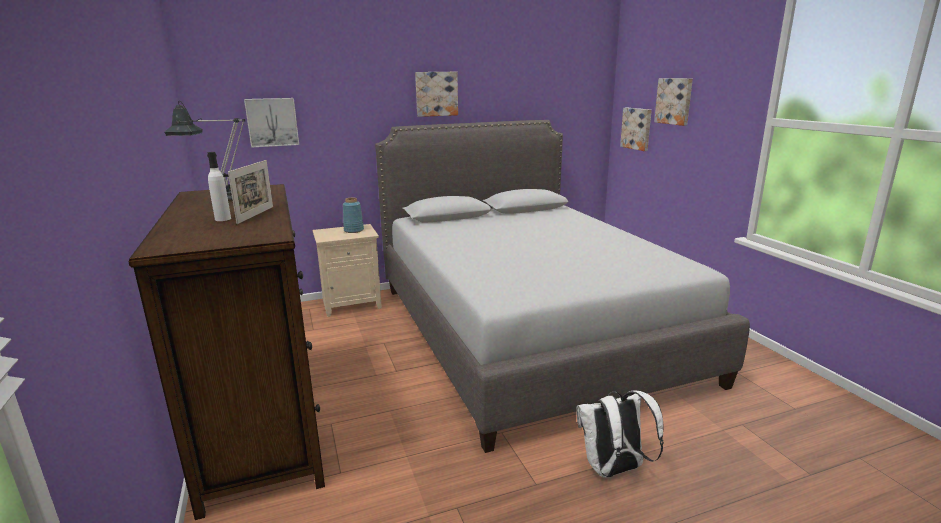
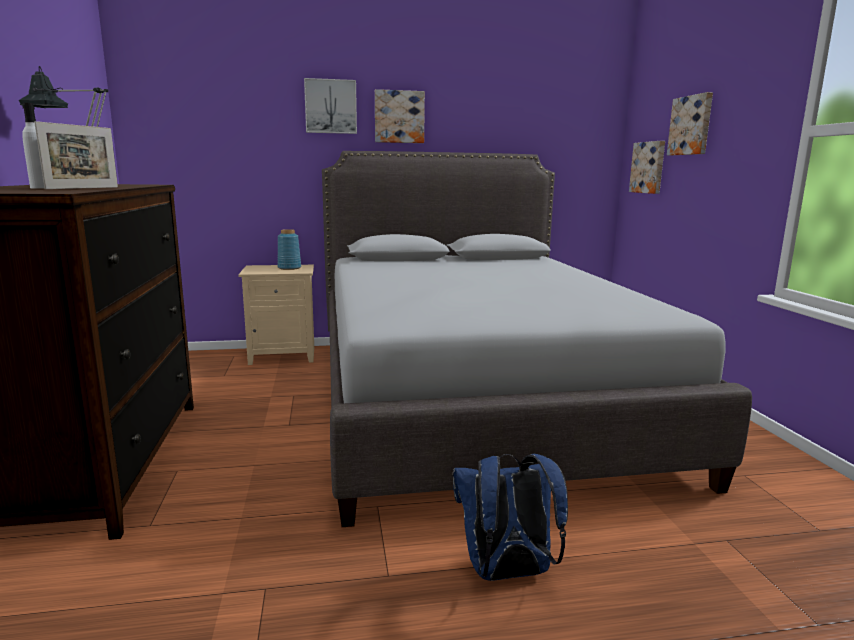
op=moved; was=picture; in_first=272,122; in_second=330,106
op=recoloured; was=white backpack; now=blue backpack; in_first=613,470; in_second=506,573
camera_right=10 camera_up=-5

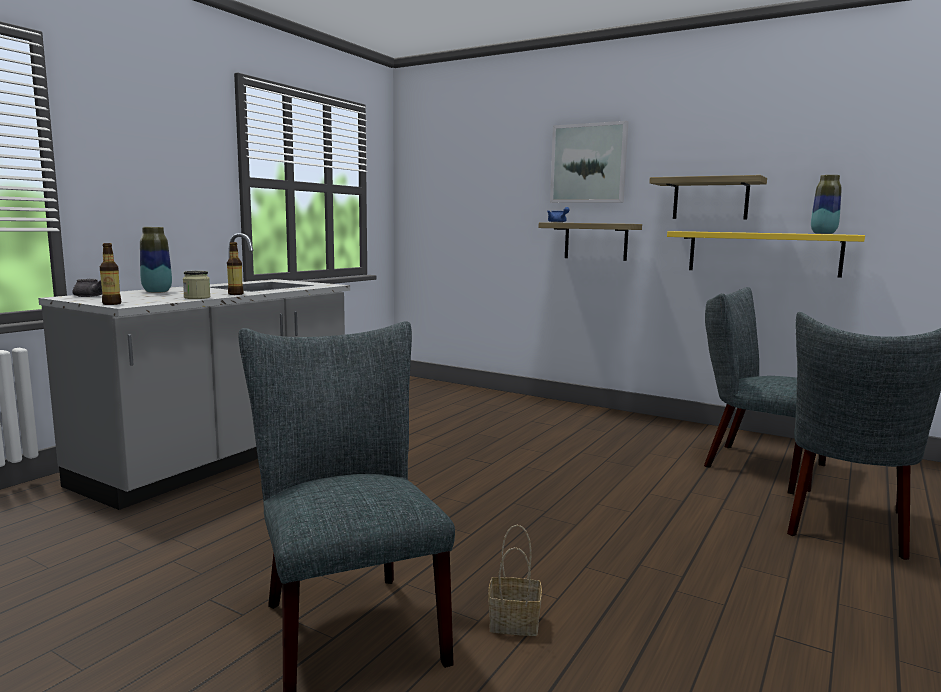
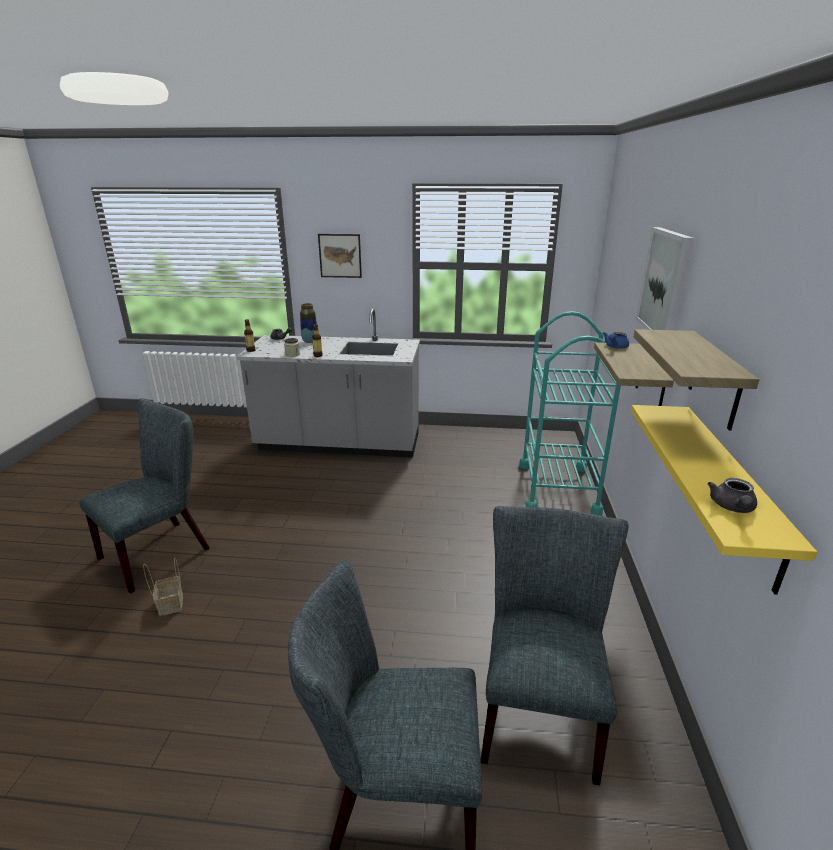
op=replaced; was=vase; now=grey teapot; in_first=823,233; in_second=732,508
op=added; now=picture; in_second=340,255
op=added; now=turquoise cart; in_second=557,488
camera_right=65 camera_up=15

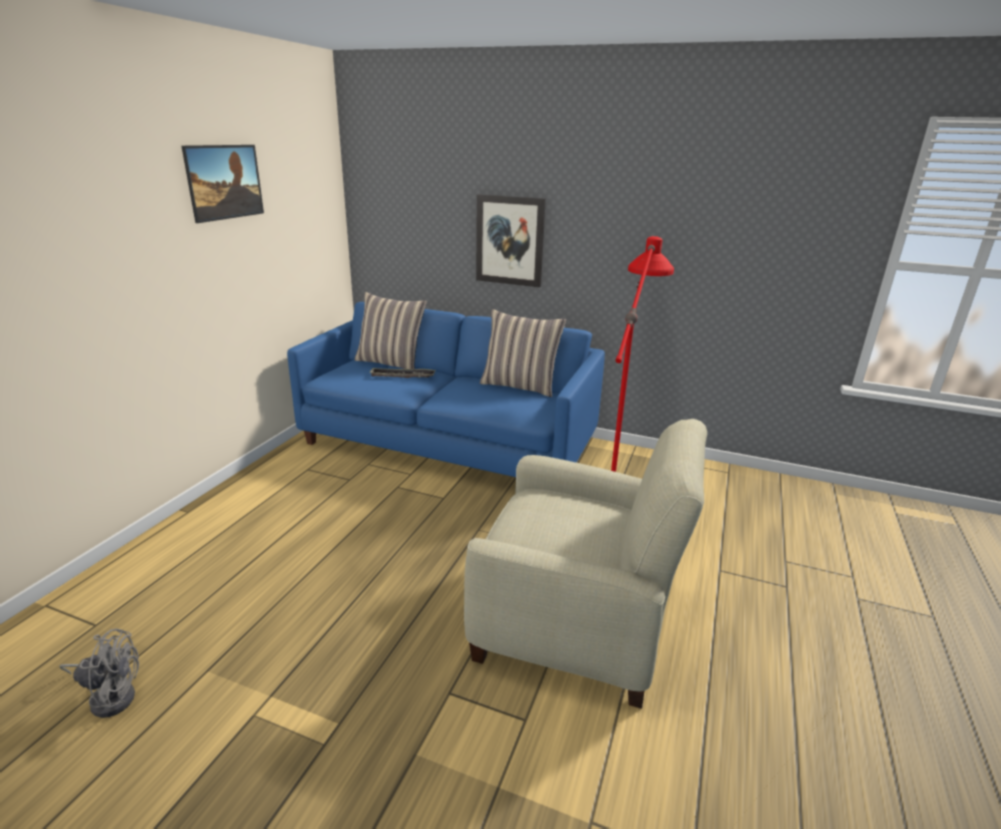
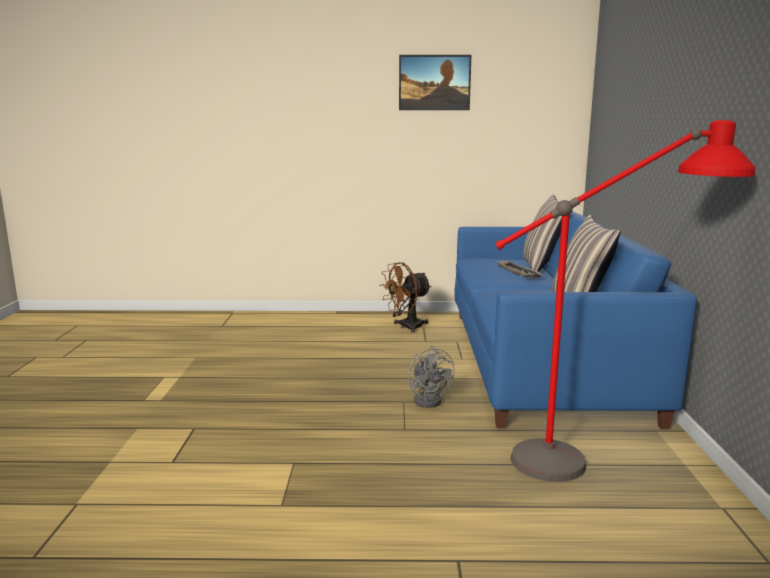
op=moved; was=grey fan; in_first=110,696; in_second=429,399
op=removed; was=beige armchair; in_first=575,622
op=removed; was=picture; in_first=510,240
op=added; now=brown fan; in_second=406,327
camera_right=70 camera_up=-10

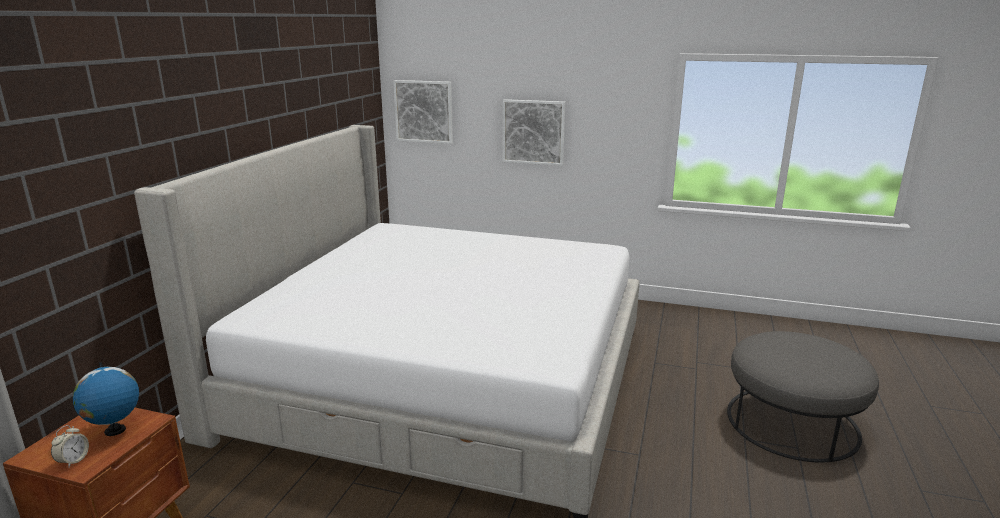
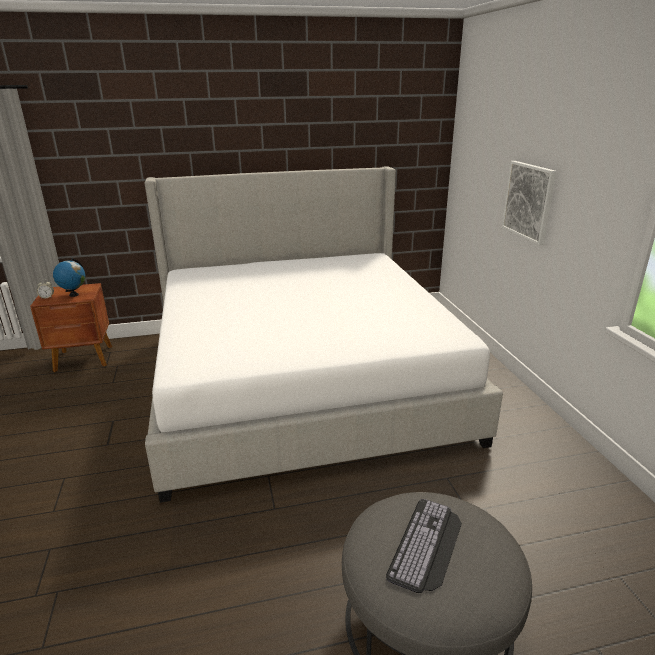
op=removed; was=picture; in_first=424,111
op=added; now=keyboard; in_second=428,545
camera_right=60 camera_up=5

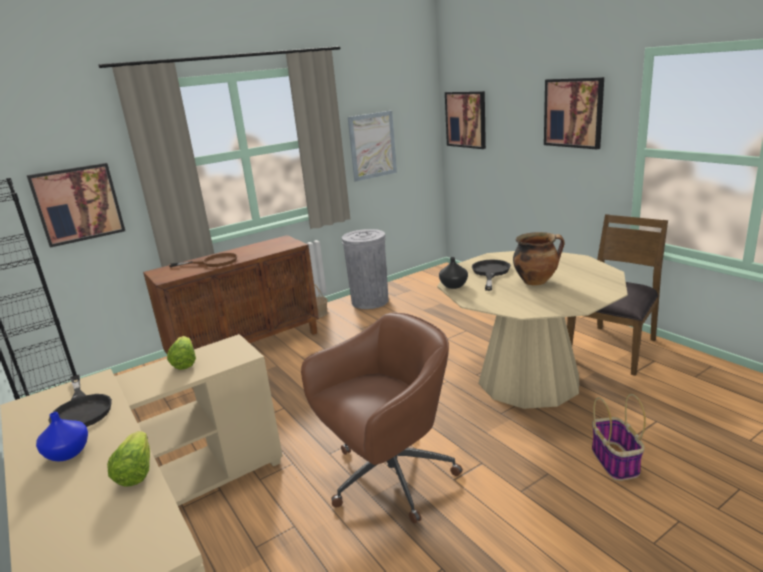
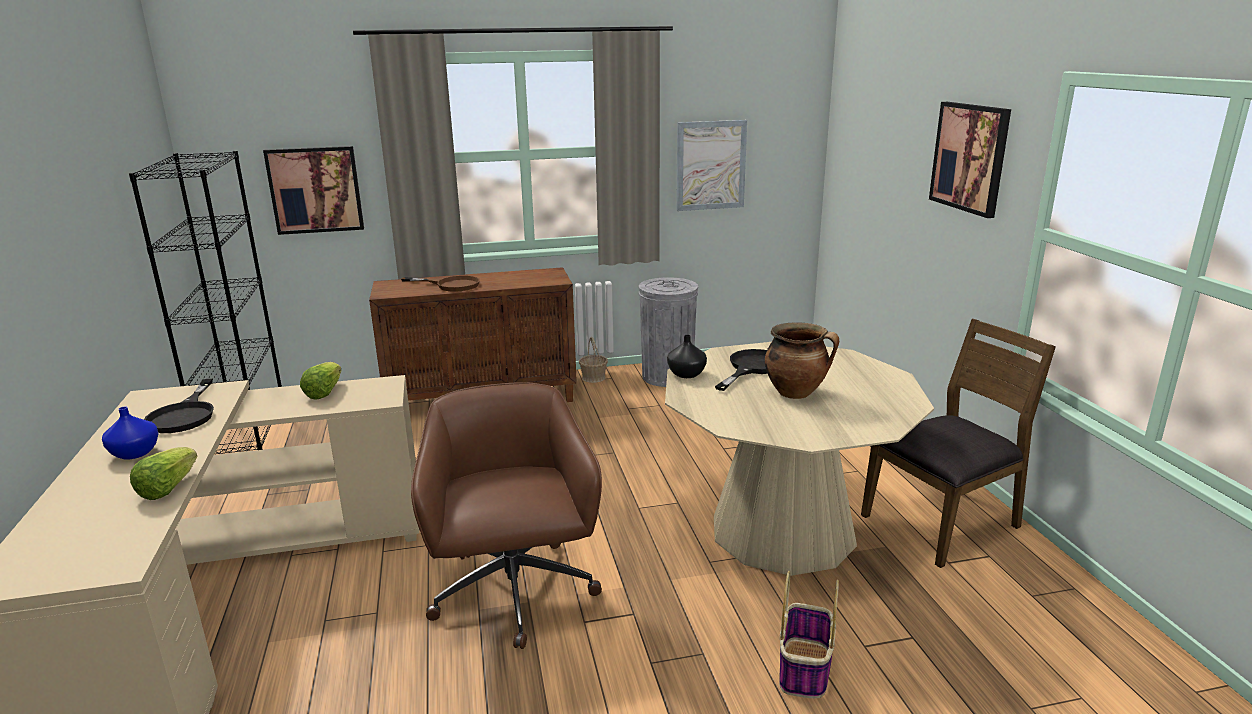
op=turned; was=brown office chair; in_first=388,477; in_second=514,594; clockwise=-90
op=removed; was=picture; in_first=466,119
camera_right=20 camera_up=0

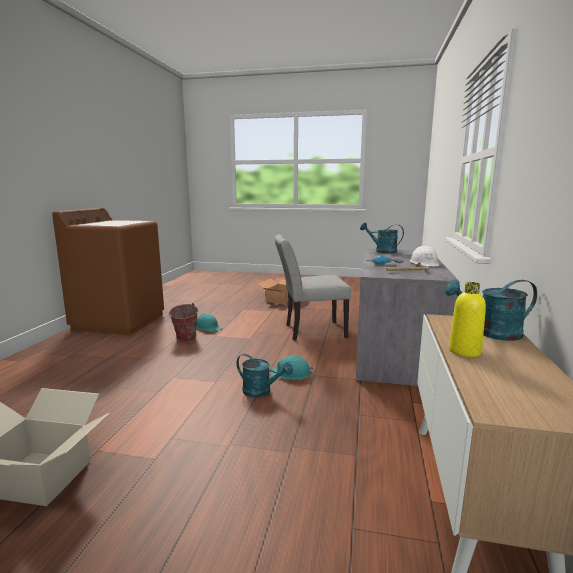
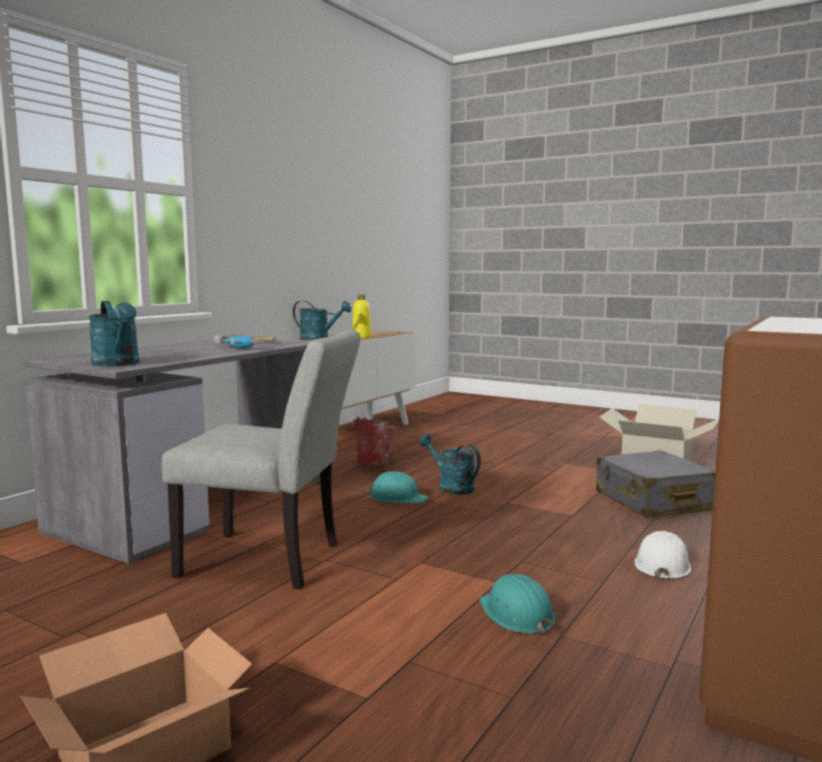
op=moved; was=bucket; in_first=184,338; in_second=376,465
op=moved; was=white hard hat; in_first=424,263; in_second=662,565
op=added; now=grey suitcase; in_second=654,501
camera_right=-160 camera_up=-5

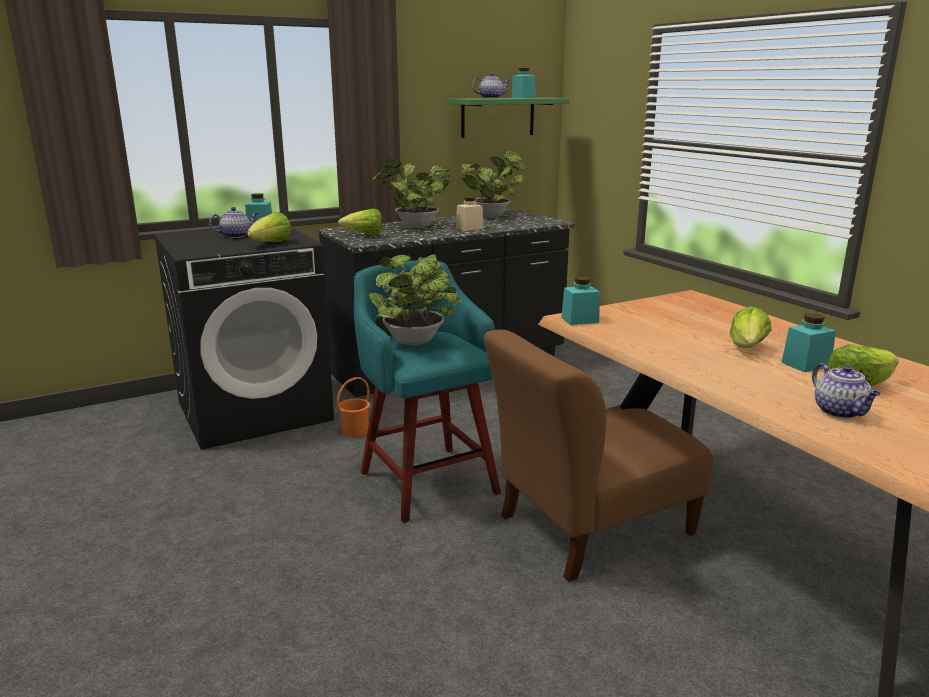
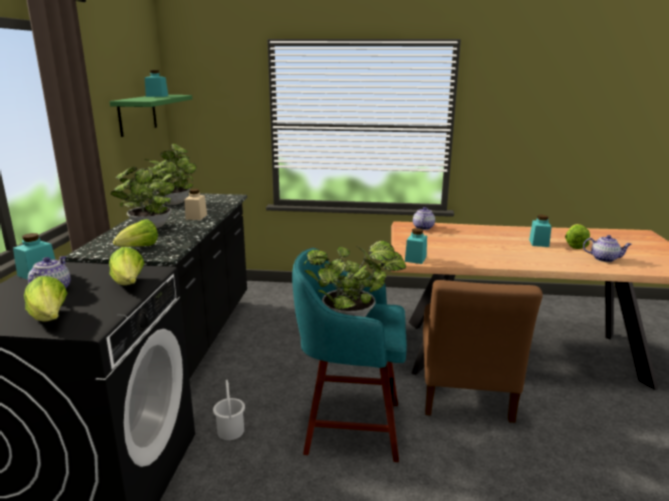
op=recoloured; was=orange bucket; now=white bucket; in_first=354,431; in_second=230,431
op=moved; was=teapot; in_first=491,98; in_second=423,227
op=moved; was=lettuce; in_first=747,349; in_second=50,319
camera_right=-55 camera_up=0

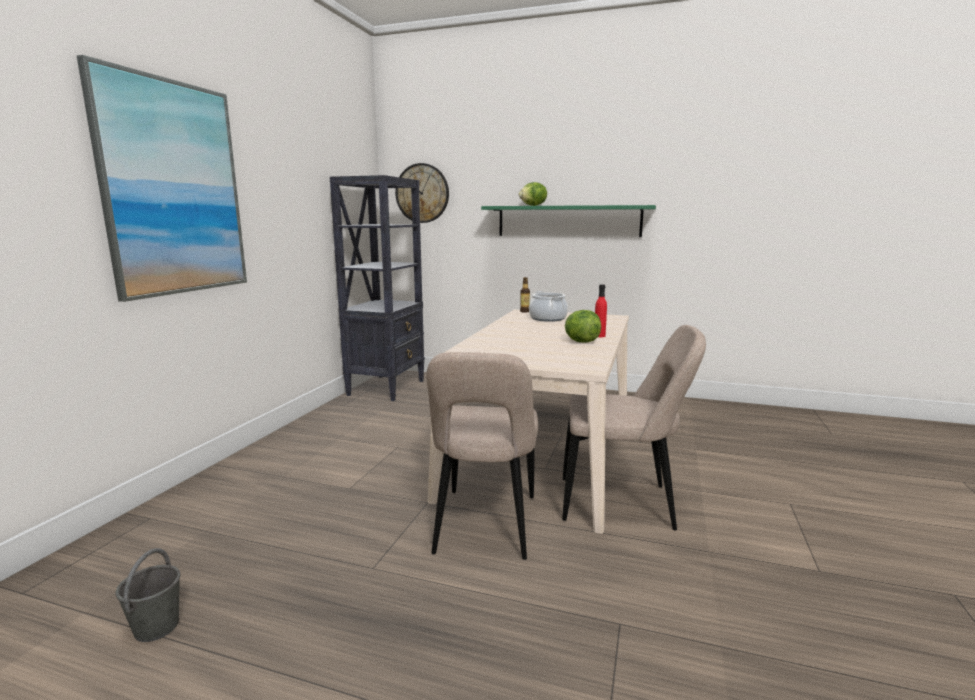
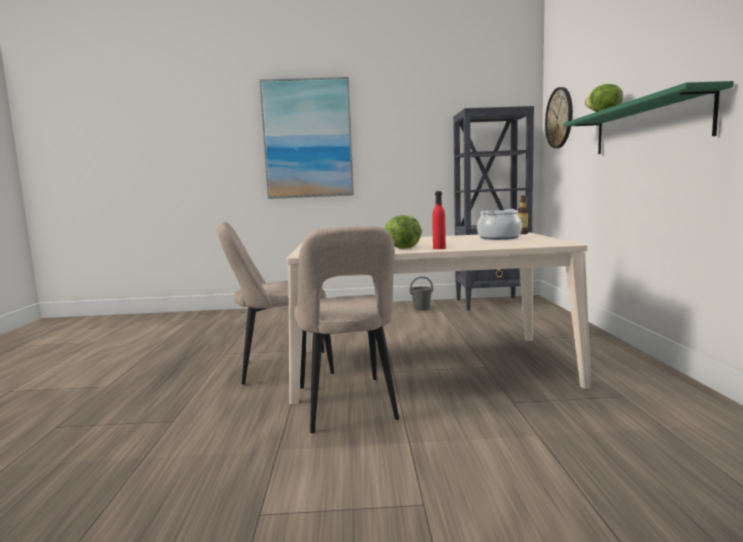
op=moved; was=grey bucket; in_first=157,626; in_second=422,308
camera_right=70 camera_up=-5

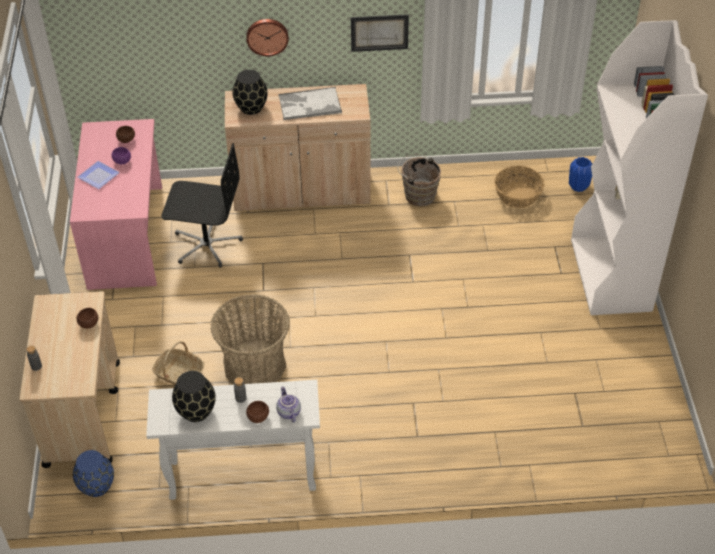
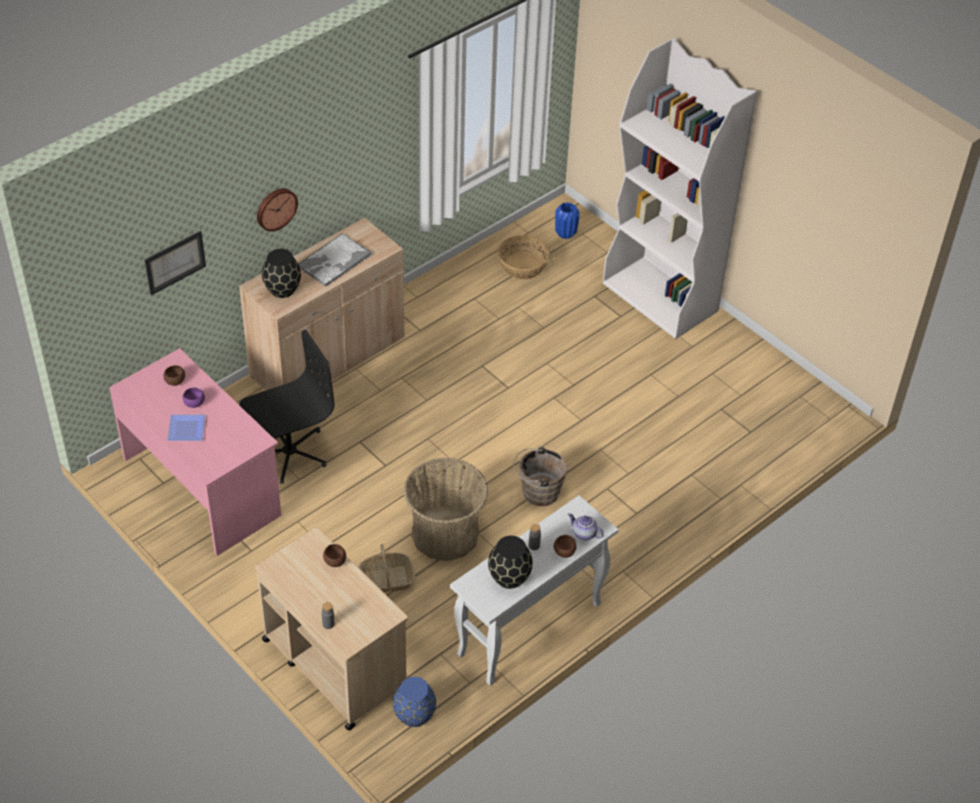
op=moved; was=picture; in_first=379,32; in_second=175,262
op=moved; was=brown bucket; in_first=418,194; in_second=537,492
camera_right=-40 camera_up=0

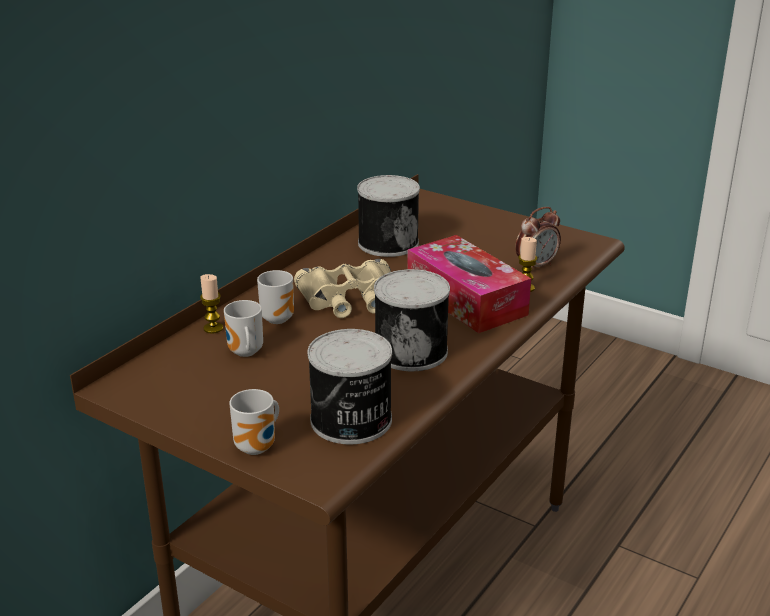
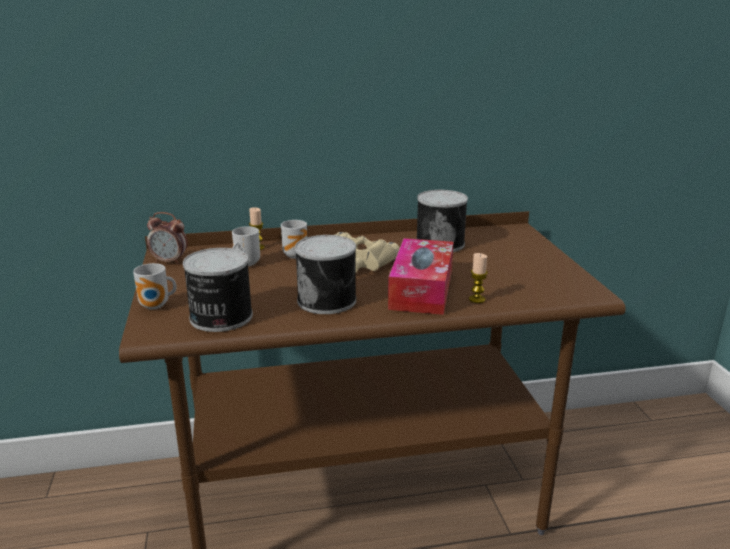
op=moved; was=alarm clock; in_first=536,266; in_second=170,261
camera_right=45 camera_up=-5

